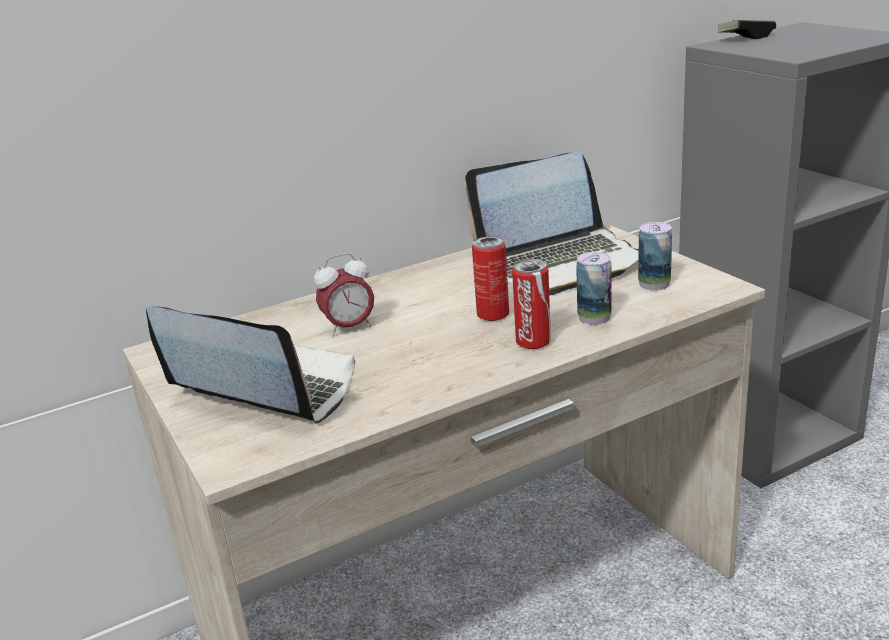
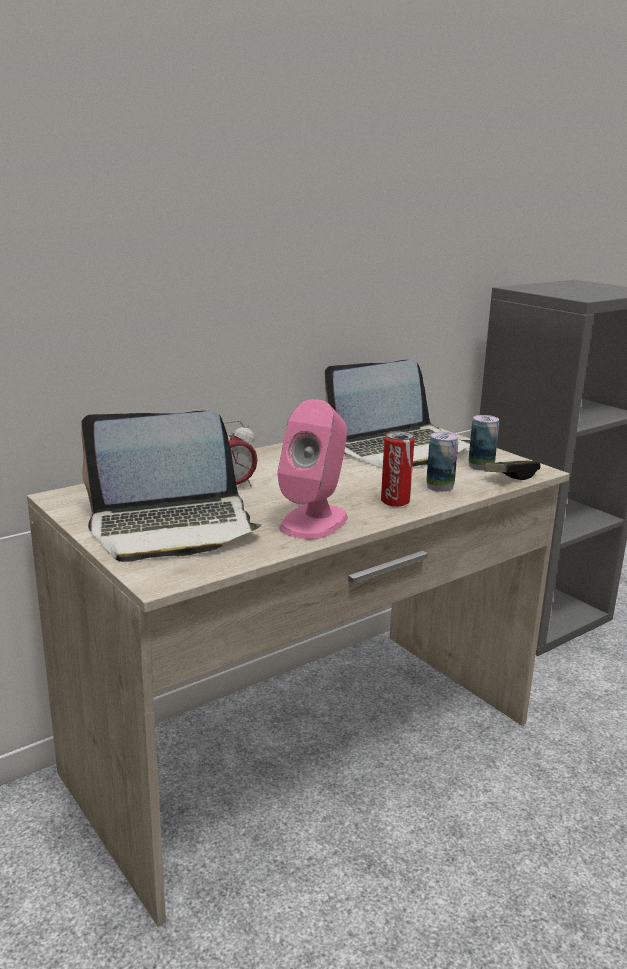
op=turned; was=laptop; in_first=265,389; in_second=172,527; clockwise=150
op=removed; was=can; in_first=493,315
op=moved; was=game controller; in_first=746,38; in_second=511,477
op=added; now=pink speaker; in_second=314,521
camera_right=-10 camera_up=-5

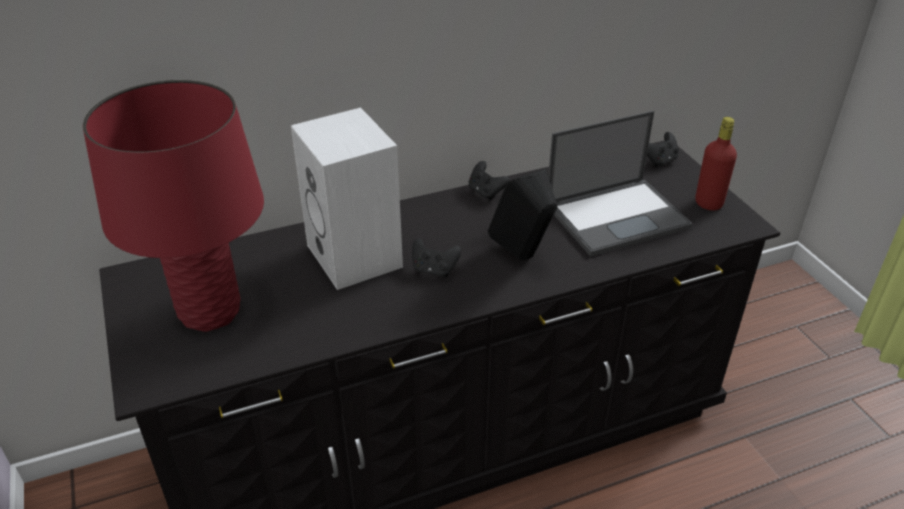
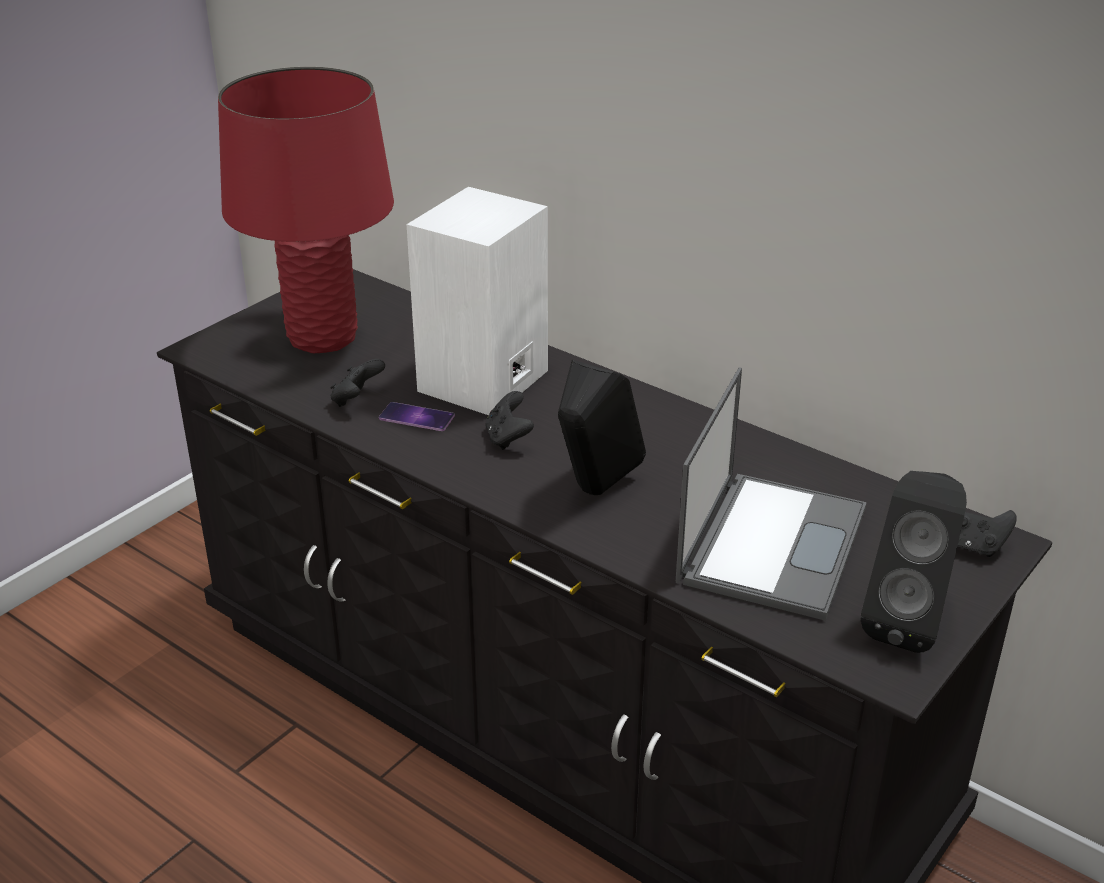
op=moved; was=black game controller; in_first=486,192; in_second=357,400
op=turned; was=laptop; in_first=618,216; in_second=772,543; clockwise=-105
op=replaced; was=red bottle; now=black speaker; in_first=708,203; in_second=907,622
op=added; now=phone; in_second=416,417
camera_right=60 camera_up=-5

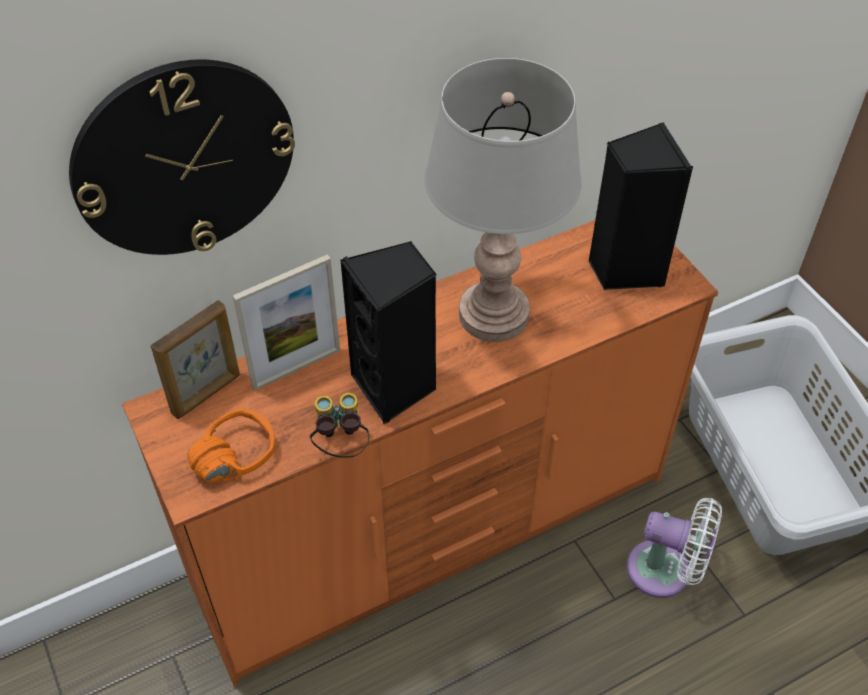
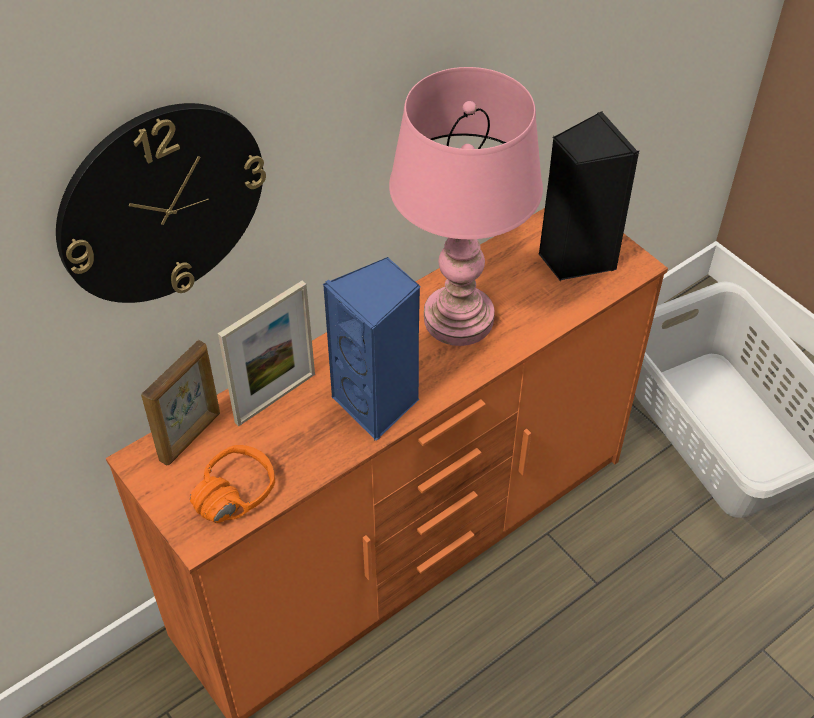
op=removed; was=binoculars; in_first=340,446
op=recoloured; was=black speaker; now=blue speaker; in_first=395,387; in_second=378,403
op=recoloured; was=grey table lamp; now=pink table lamp; in_first=494,315; in_second=458,319
op=removed; was=white fan; in_first=665,572
camera_right=-10 camera_up=0

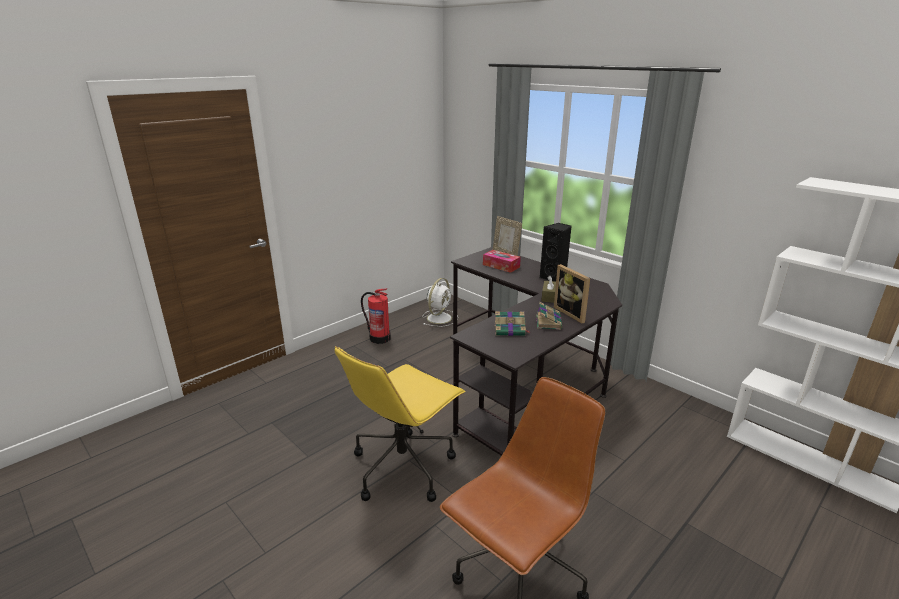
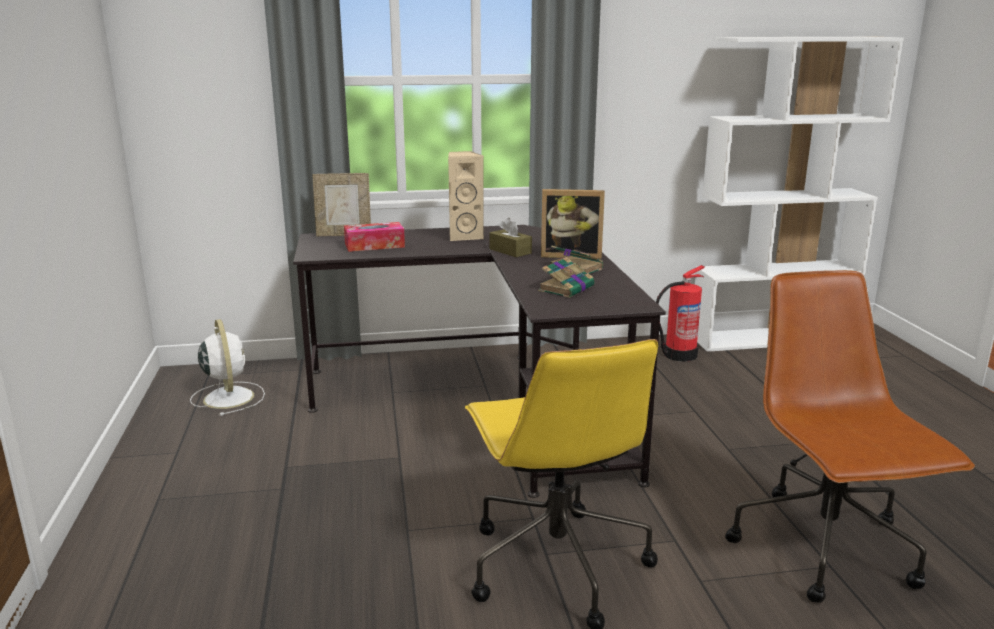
op=moved; was=fire extinguisher; in_first=379,338; in_second=678,355
op=recoloured; was=black speaker; now=beige speaker; in_first=554,278; in_second=464,236
camera_right=-55 camera_up=-5

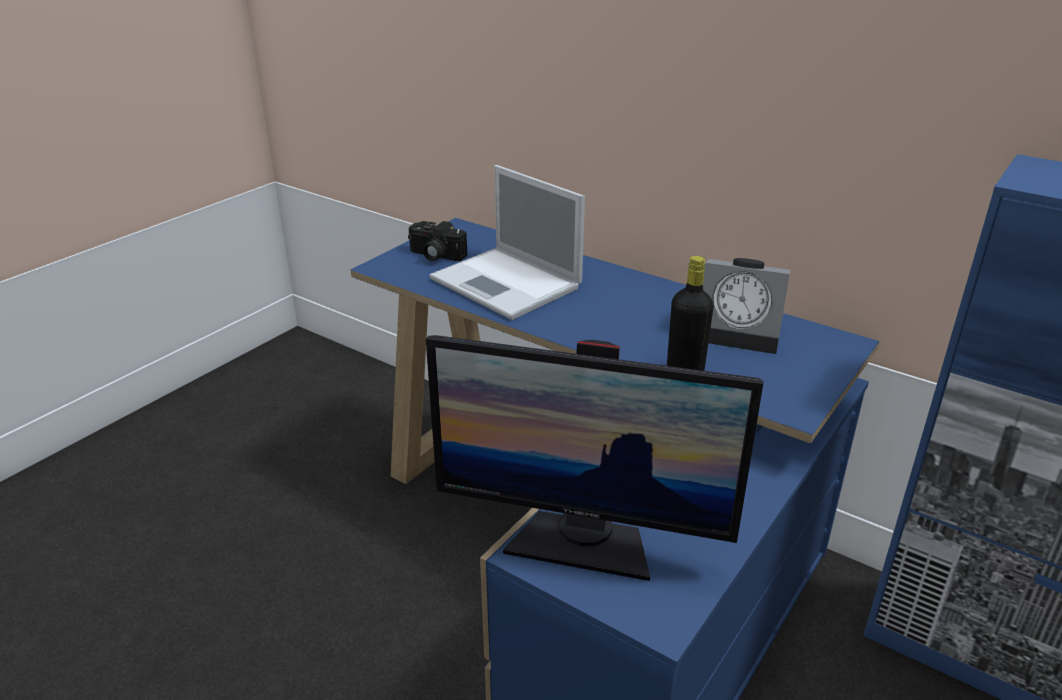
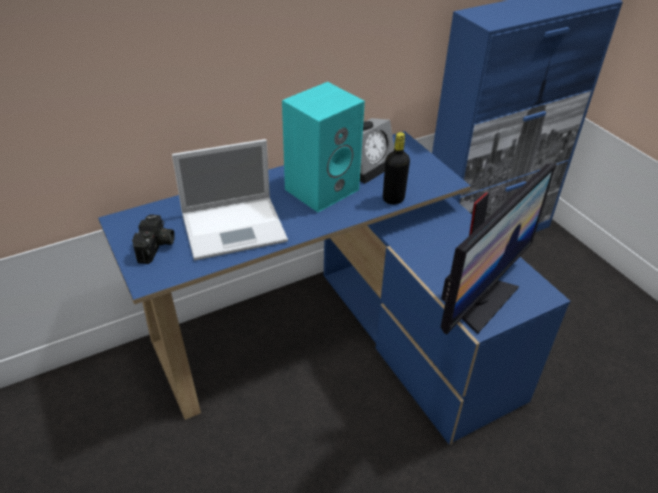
op=turned; was=photo camera; in_first=434,255; in_second=156,247; clockwise=-45
op=added; now=turquoise speaker; in_second=322,188
camera_right=-65 camera_up=10

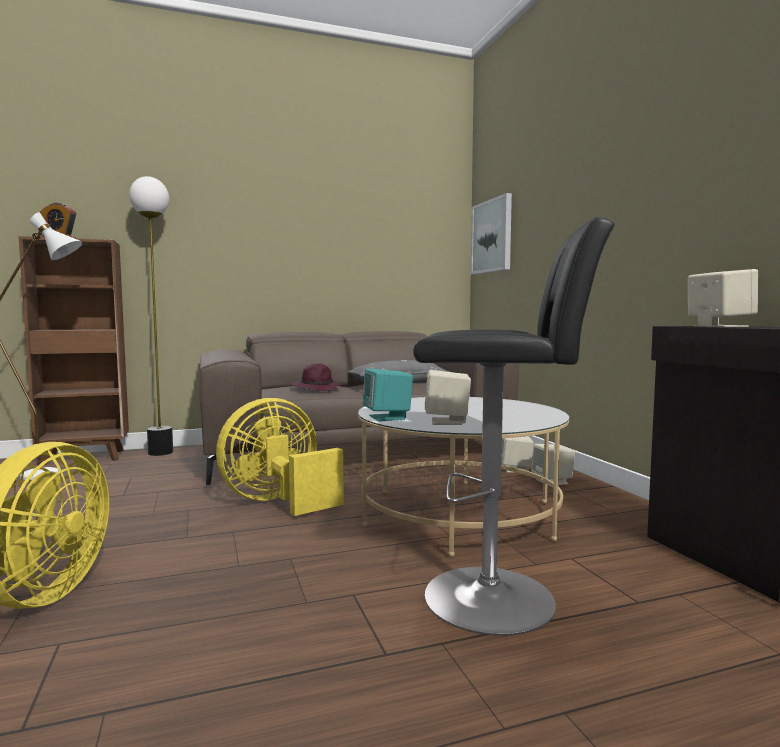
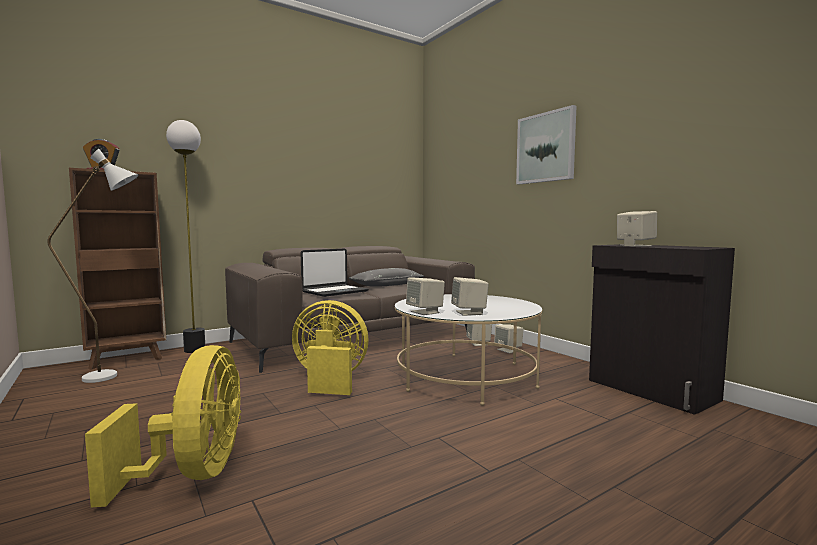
op=turned; was=yellow fan; in_first=279,502; in_second=330,380; clockwise=60
op=replaced; was=purple hat; now=laptop; in_first=318,388; in_second=334,291
op=recoloured; was=turquoise speaker; now=beige speaker; in_first=387,417; in_second=425,312
op=removed; was=black stool; in_first=499,598
op=moved; was=picture; in_first=492,236; in_second=546,147
camera_right=-15 camera_up=0

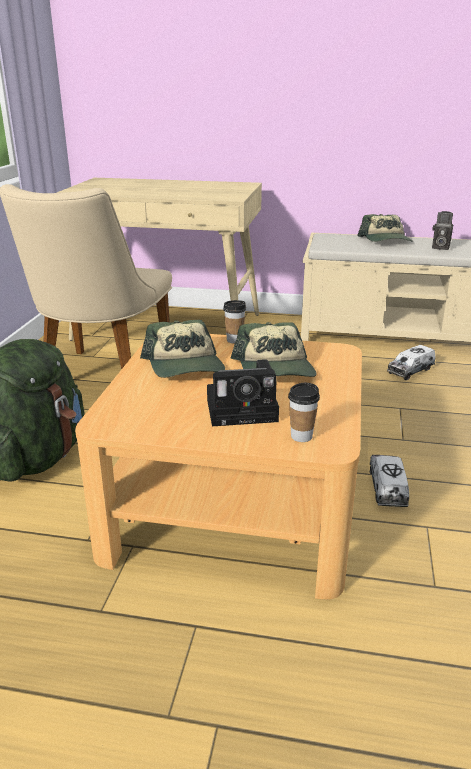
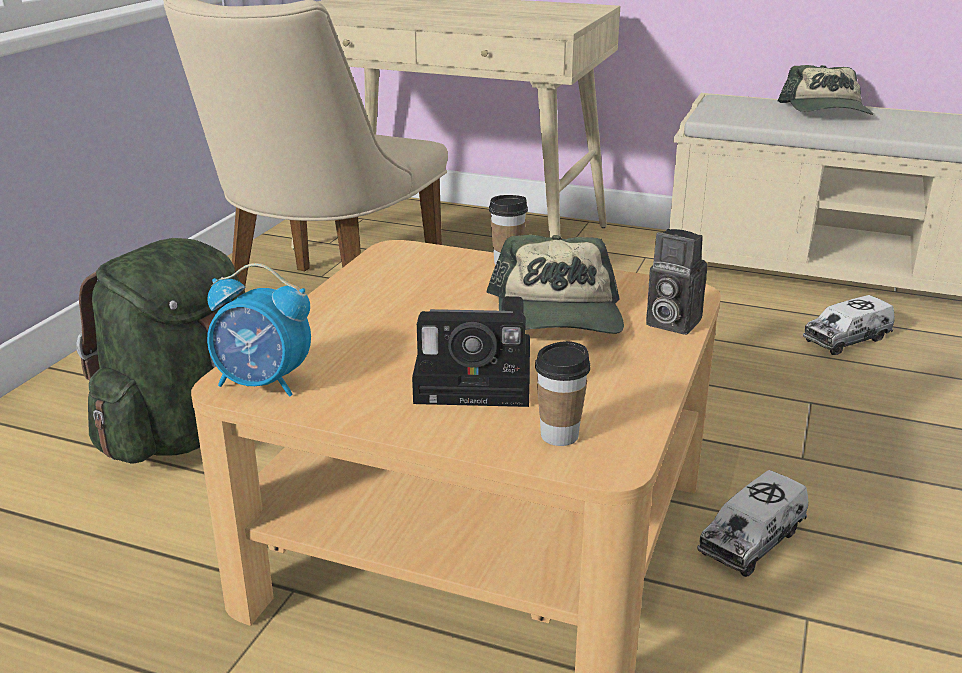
op=removed; was=cap; in_first=185,366
op=turned; was=toy truck; in_first=387,488; in_second=752,540; clockwise=-150
op=moved; was=photo camera; in_first=439,247; in_second=669,322
op=added; now=alarm clock; in_second=263,384
camera_right=10 camera_up=0

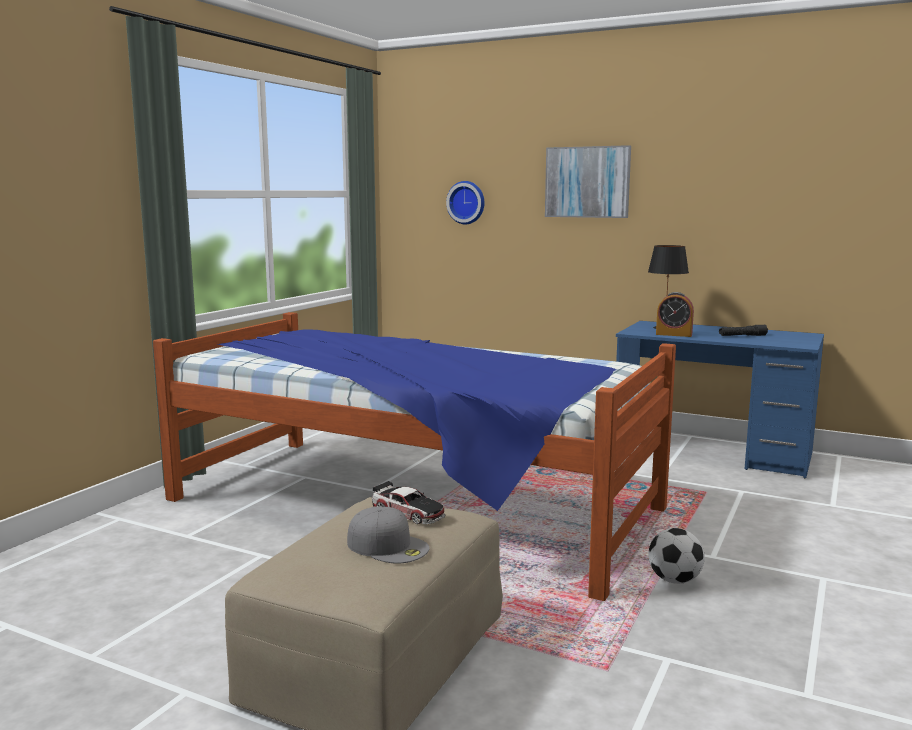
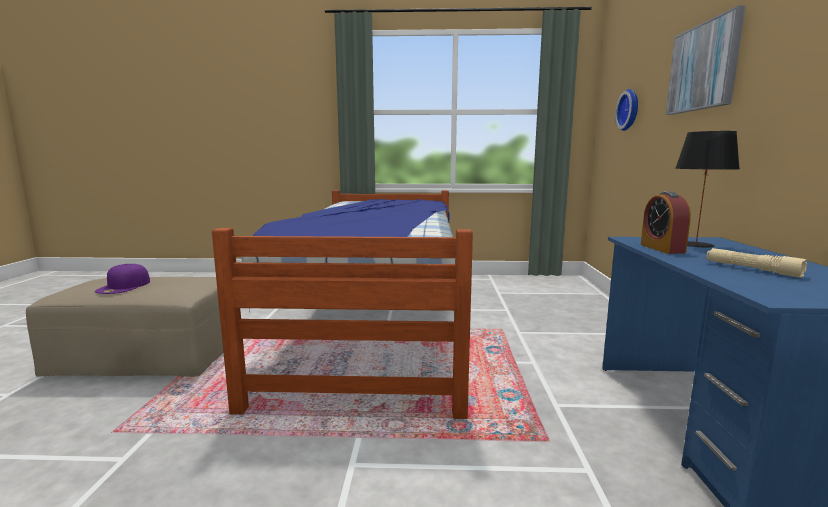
op=recoloured; was=grey cap; now=purple cap; in_first=388,546; in_second=124,286
op=removed; was=toy car; in_first=408,512
op=removed; was=football; in_first=674,580
op=recoloured; was=black flashlight; now=beige flashlight; in_first=742,336; in_second=751,269
camera_right=65 camera_up=0

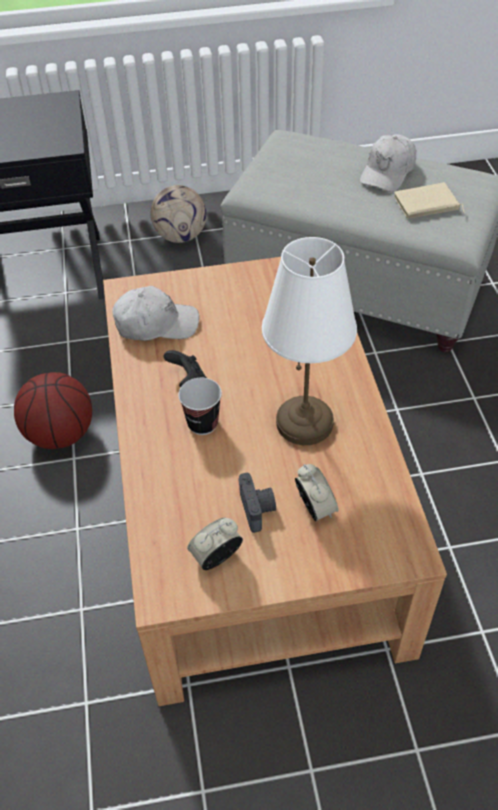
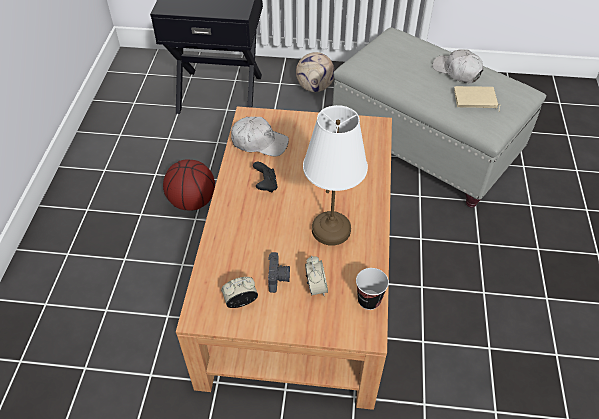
op=moved; was=cup; in_first=203,423; in_second=369,300
op=turned; was=white cap; in_first=388,172; in_second=457,71; clockwise=90
camera_right=15 camera_up=0

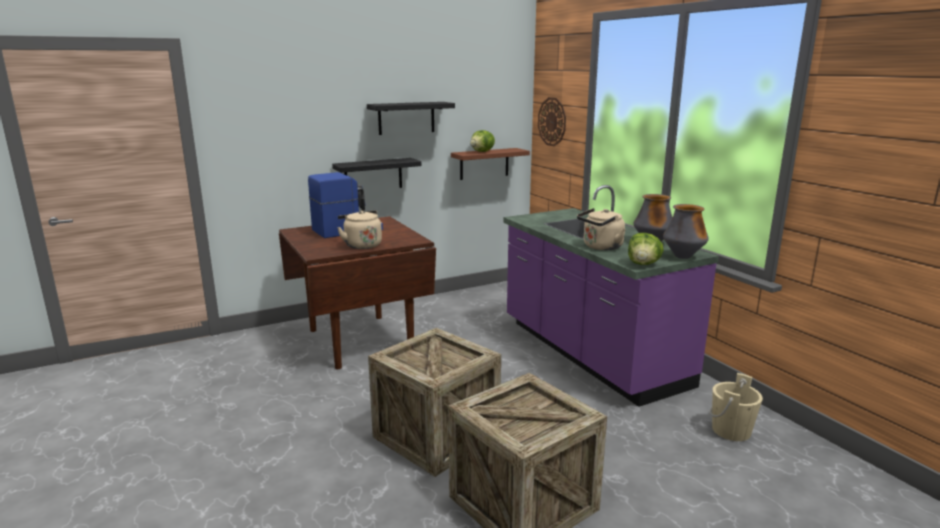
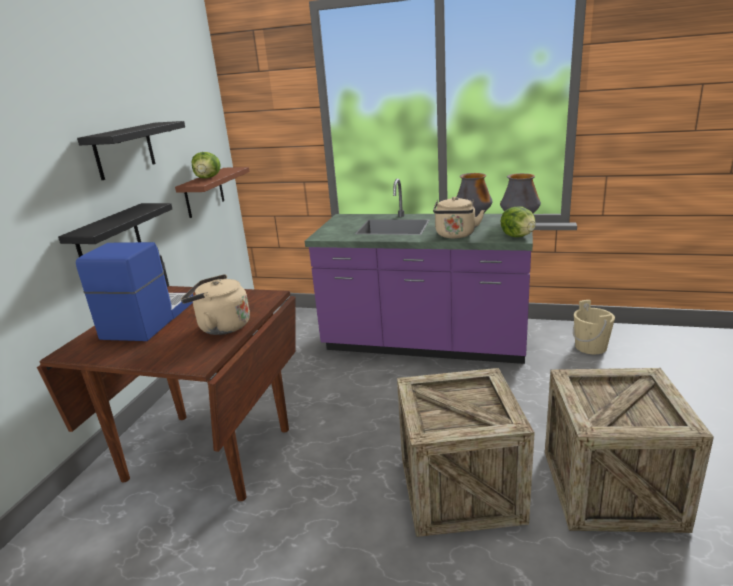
op=removed; was=wall clock; in_first=552,121
camera_right=-45 camera_up=5

